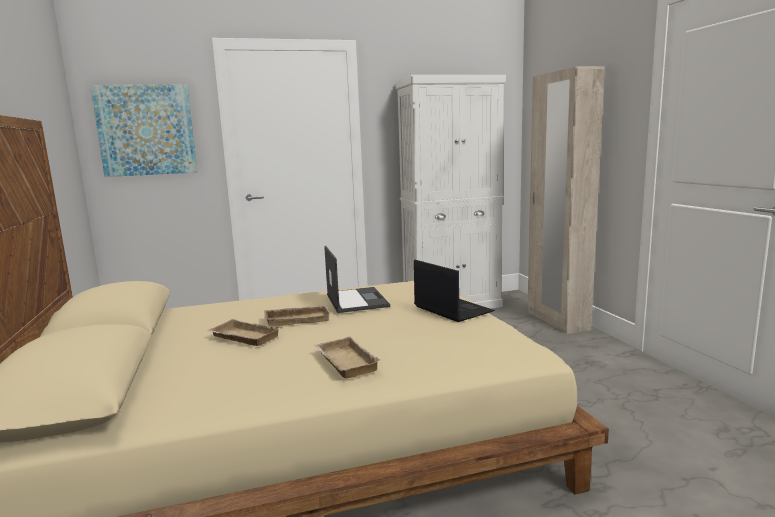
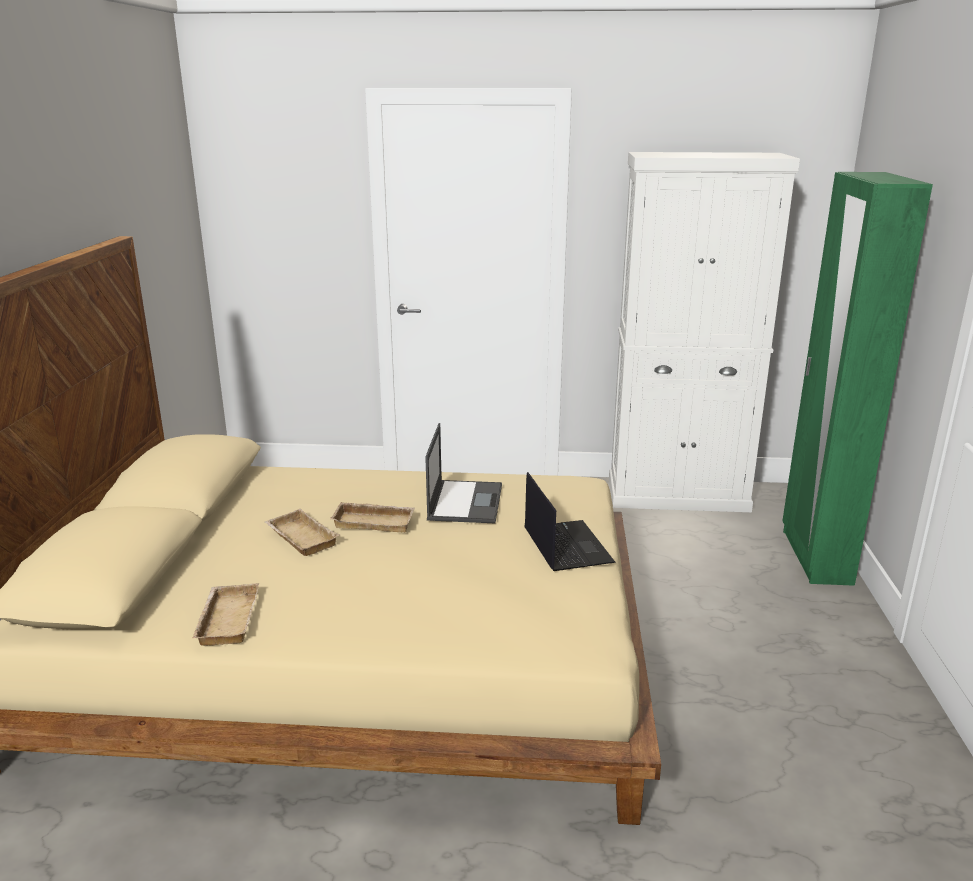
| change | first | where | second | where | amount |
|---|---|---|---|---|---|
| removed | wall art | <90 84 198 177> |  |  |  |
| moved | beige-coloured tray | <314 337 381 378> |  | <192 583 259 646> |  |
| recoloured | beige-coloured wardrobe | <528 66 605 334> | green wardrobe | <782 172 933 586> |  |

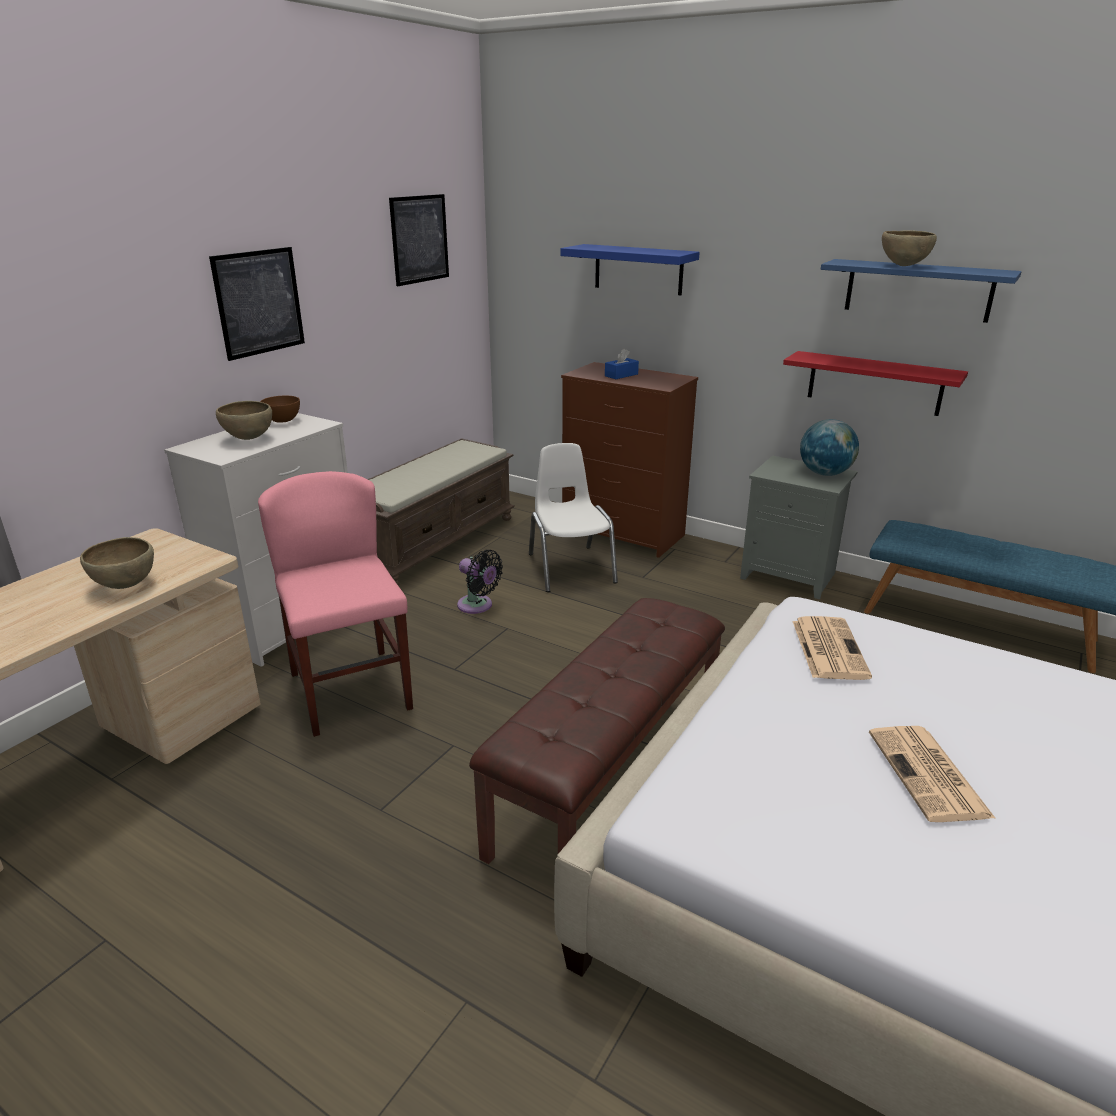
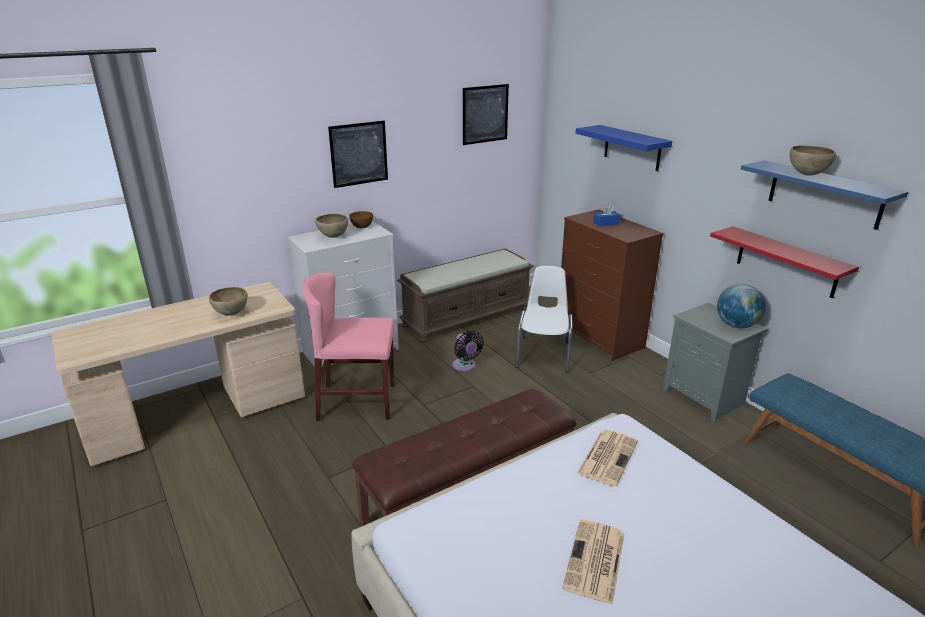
| change | first | where | second | where | amount |
|---|---|---|---|---|---|
| turned | pinkish upright chair | <258 471 413 737> |  | <302 272 395 421> | 90 degrees counterclockwise |

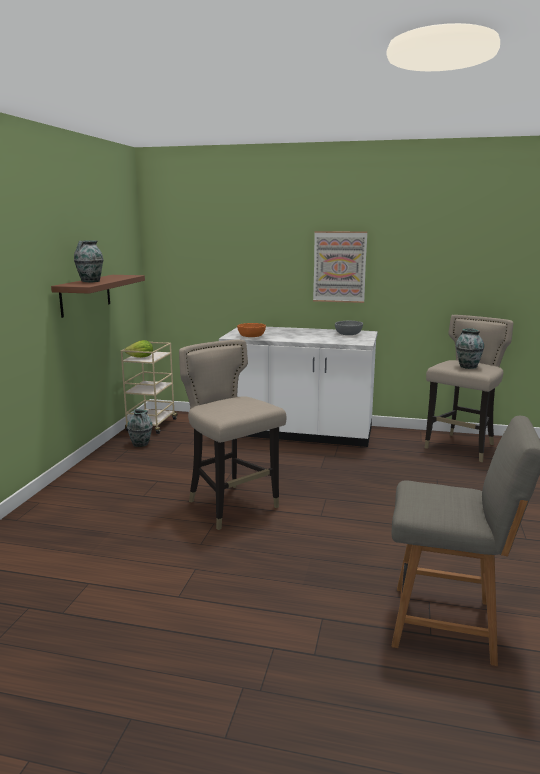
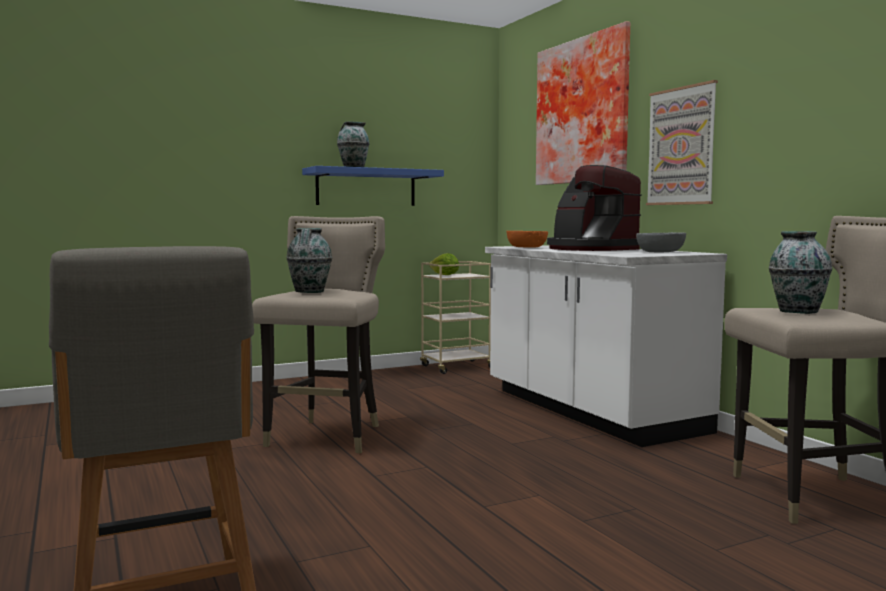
| change | first | where | second | where | amount |
|---|---|---|---|---|---|
| recoloured | brown wall shelf | <51 275 145 318> | blue wall shelf | <302 166 444 206> |  |
| moved | vase | <127 409 153 447> |  | <286 228 332 293> |  |
| added |  |  | wall art | <536 21 630 185> |  |
| added |  |  | coffee machine | <547 165 642 251> |  |

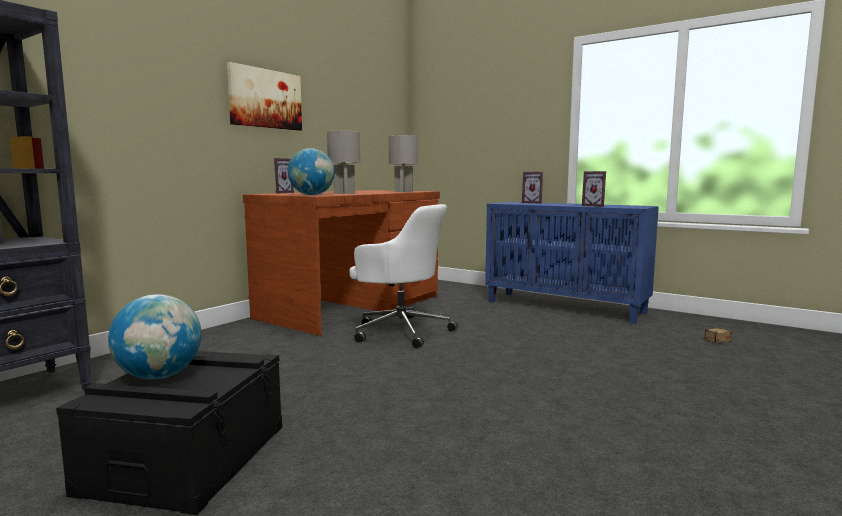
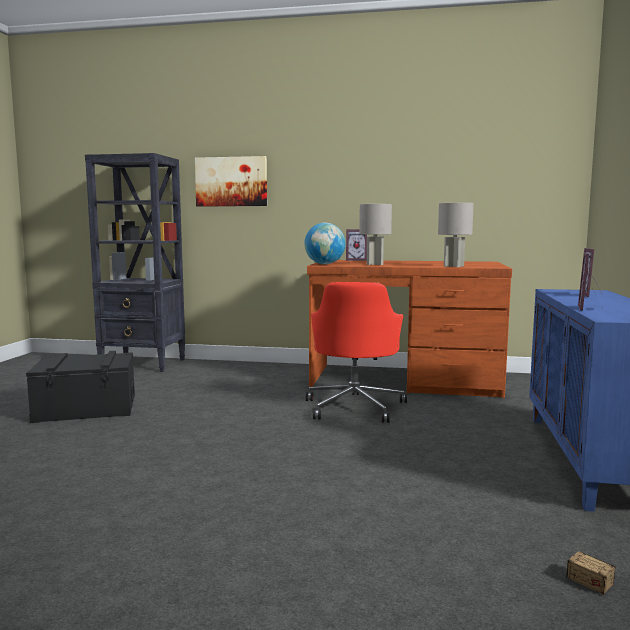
| change | first | where | second | where | amount |
|---|---|---|---|---|---|
| removed | world globe | <108 294 202 379> |  |  |  |
| moved | wall art | <227 62 302 131> |  | <195 156 267 206> |  |
| recoloured | white-coloured computer chair | <349 204 458 348> | reddish computer chair | <306 282 407 423> |  |

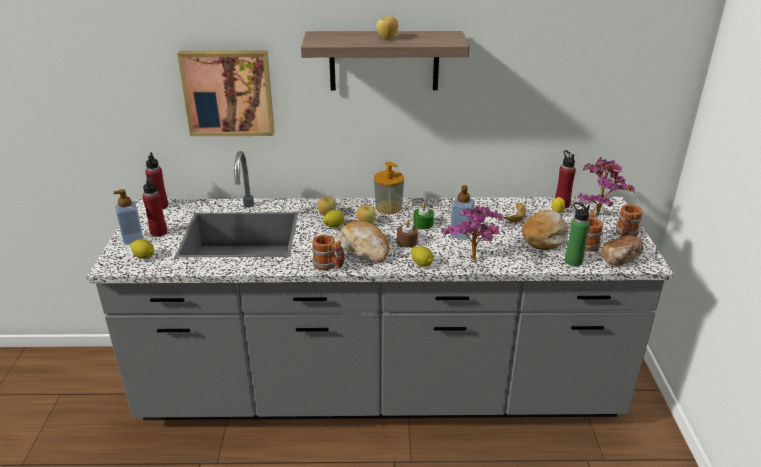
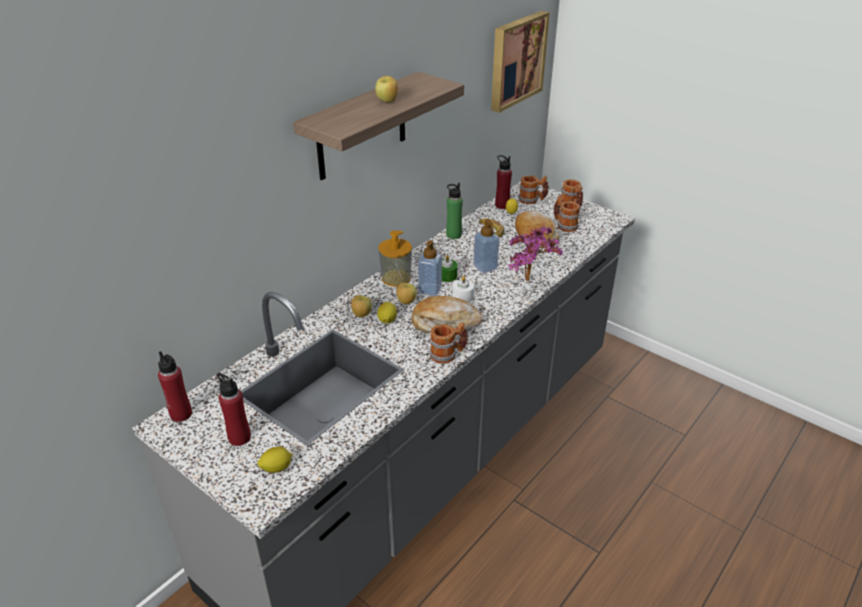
| change | first | where | second | where | amount |
|---|---|---|---|---|---|
| moved | soap dispenser | <114 189 144 245> |  | <418 240 442 296> |  |
| moved | wall art | <177 50 275 136> |  | <491 11 550 113> |  |
| recoloured | brown wax candle | <397 220 418 248> | white-coloured wax candle | <452 276 474 302> |  |
| removed | lemon | <411 246 433 266> |  |  |  |
| moved | green drink bottle | <565 202 590 266> |  | <446 183 463 239> |  |
| replaced | houseplant | <578 157 635 216> | mug | <518 176 549 204> |  |
| removed | bread | <601 235 644 266> |  |  |  |

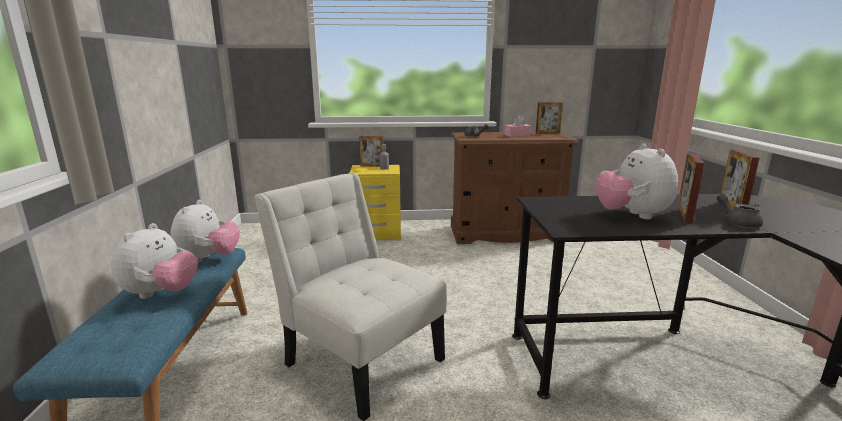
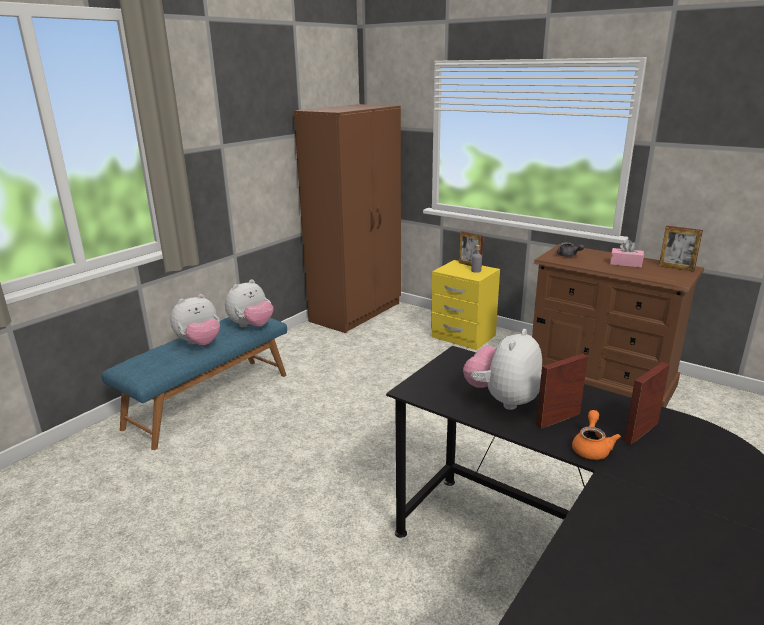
| change | first | where | second | where | amount |
|---|---|---|---|---|---|
| removed | white-coloured upright chair | <254 173 447 421> |  |  |  |
| recoloured | grey tea pot | <717 194 763 228> | orange-coloured tea pot | <572 410 621 460> |  |
| added |  |  | brown wardrobe | <294 104 401 333> |  |

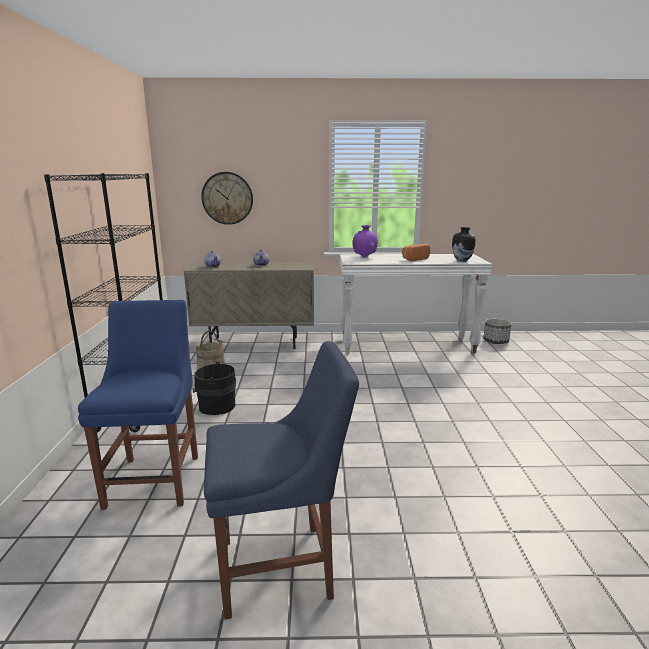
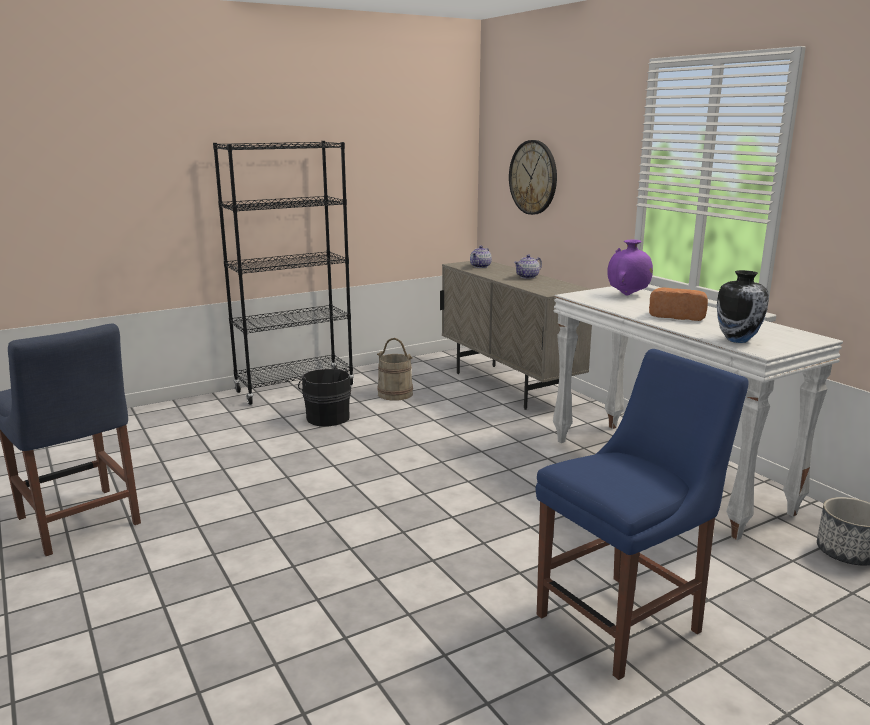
| change | first | where | second | where | amount |
|---|---|---|---|---|---|
| moved | blue upright chair | <78 300 198 510> |  | <536 349 749 680> |  |

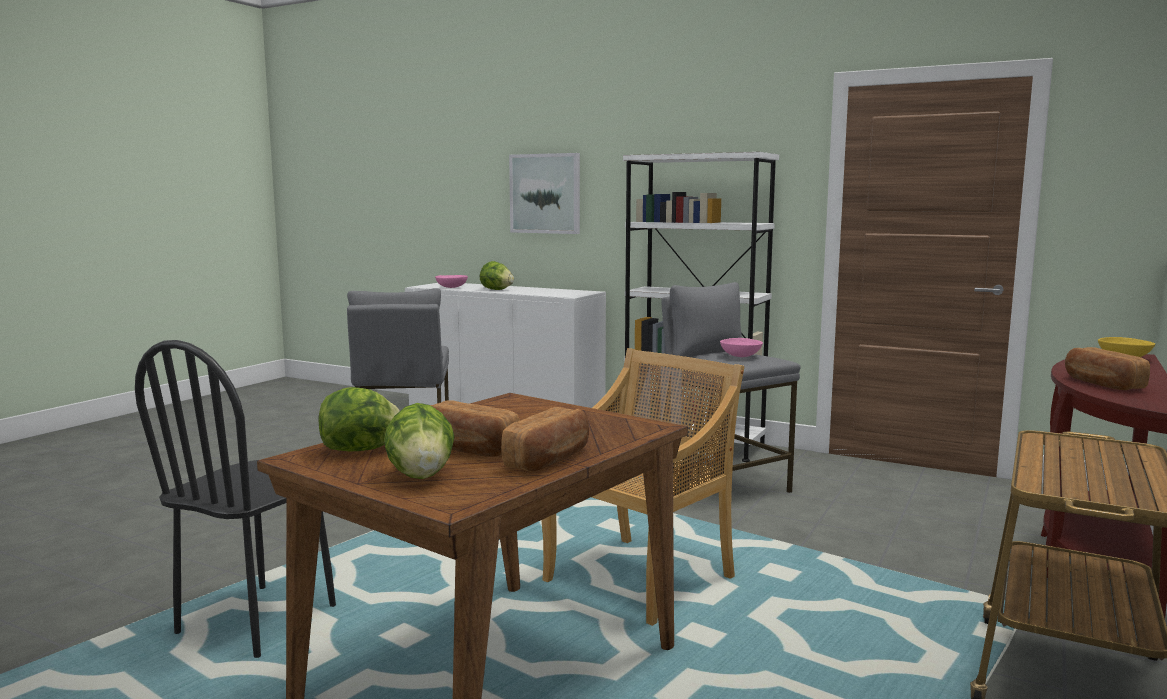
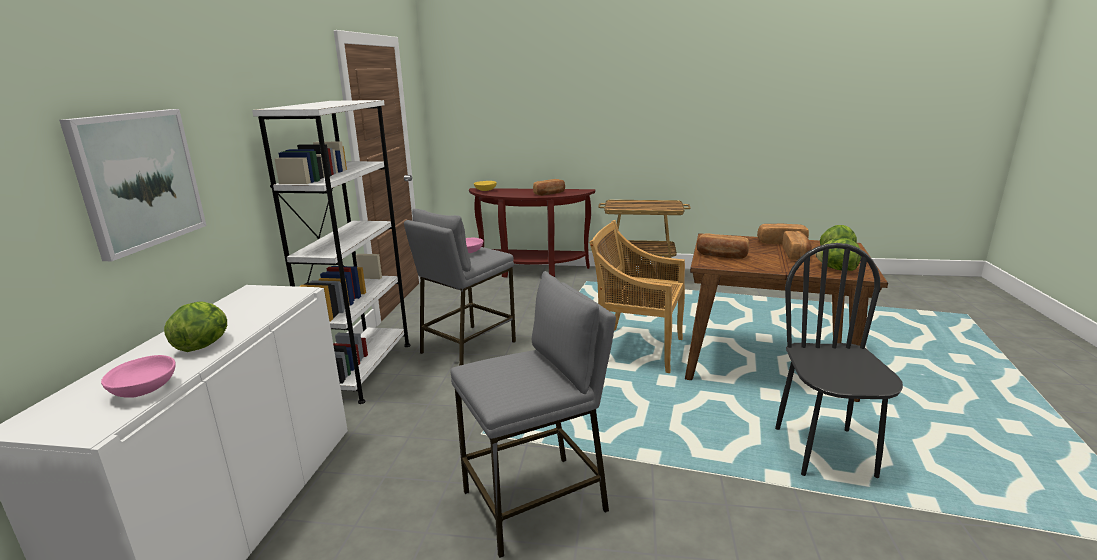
| change | first | where | second | where | amount |
|---|---|---|---|---|---|
| turned | blackish upright chair | <135 340 336 658> |  | <775 243 903 478> | 90 degrees counterclockwise |
| added |  |  | bread | <697 233 749 259> |  |

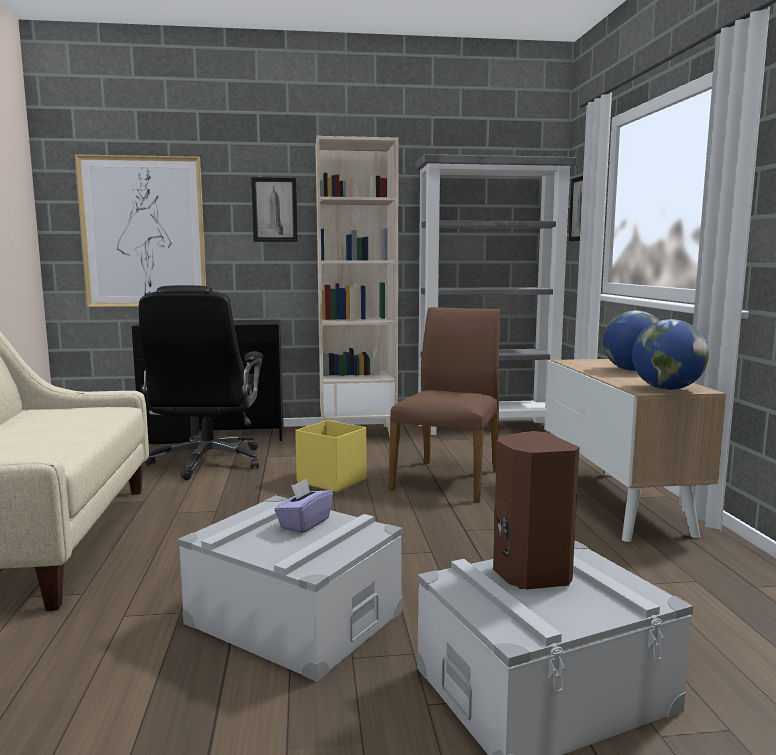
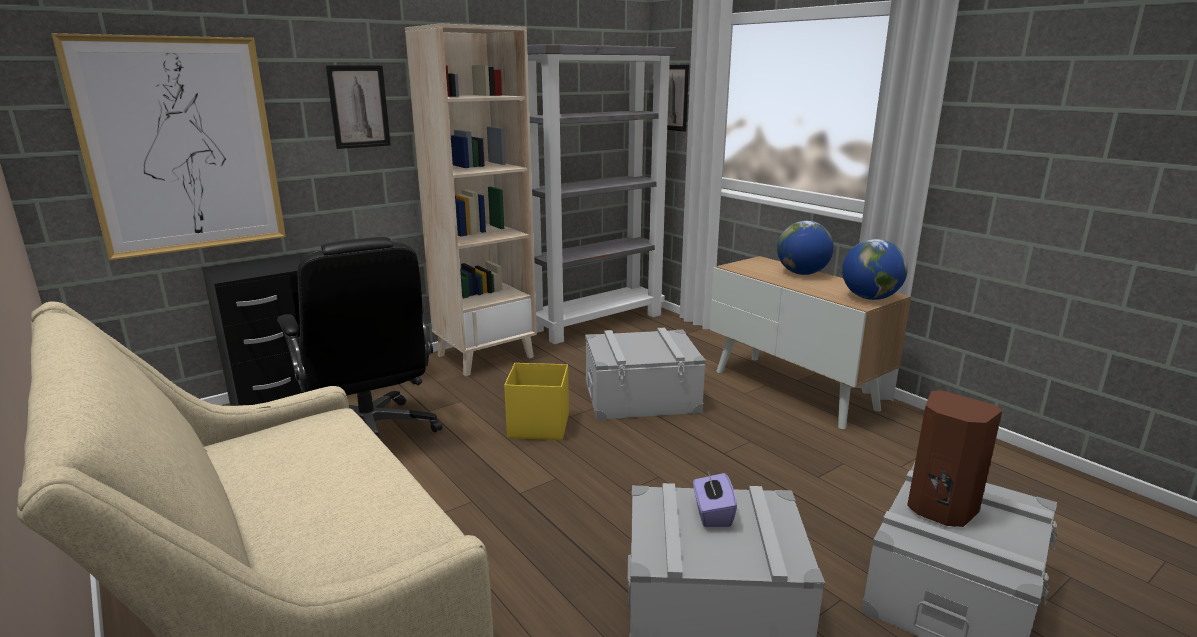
| change | first | where | second | where | amount |
|---|---|---|---|---|---|
| replaced | brown upright chair | <389 307 501 503> | grey storage container | <585 328 706 420> |  |

